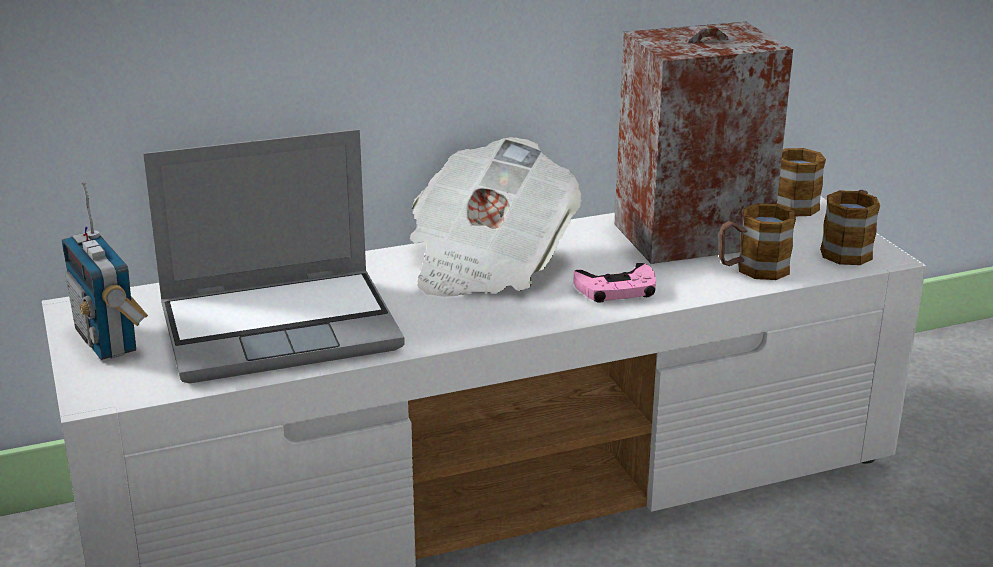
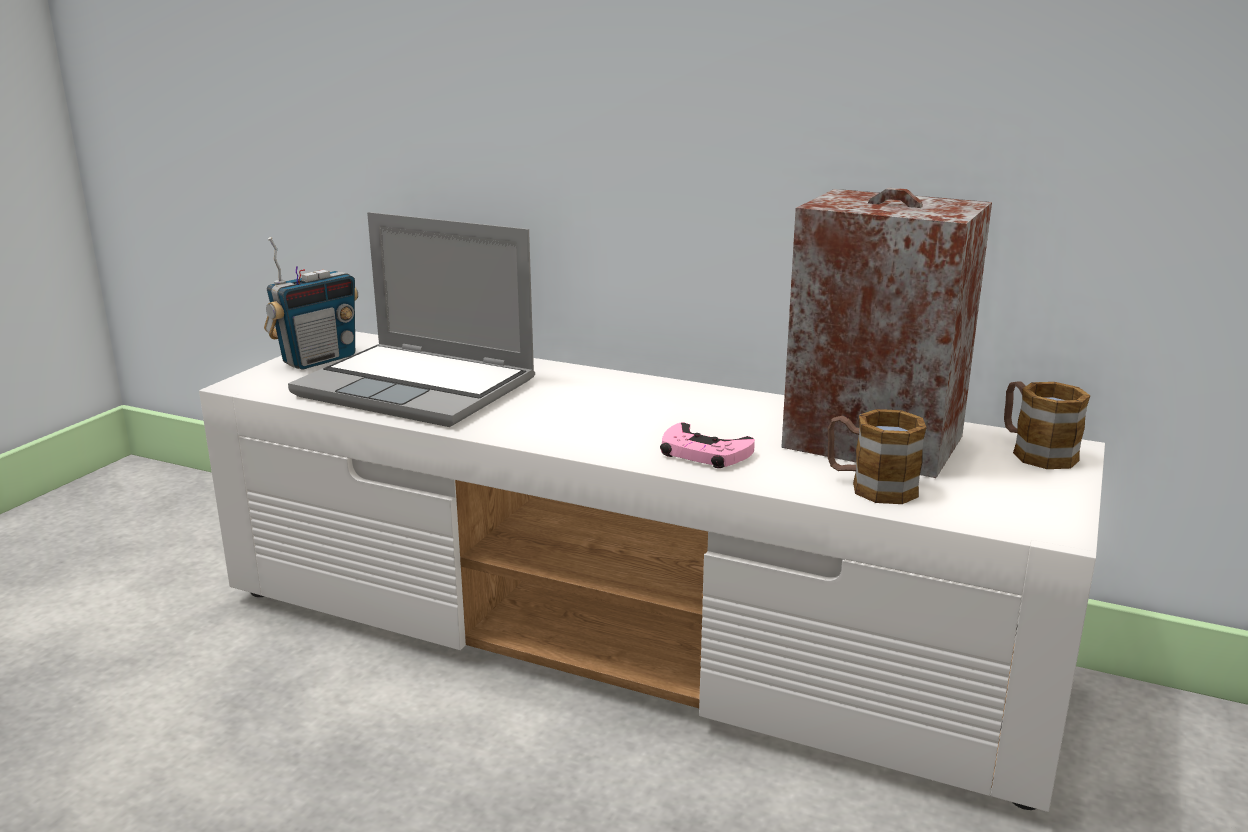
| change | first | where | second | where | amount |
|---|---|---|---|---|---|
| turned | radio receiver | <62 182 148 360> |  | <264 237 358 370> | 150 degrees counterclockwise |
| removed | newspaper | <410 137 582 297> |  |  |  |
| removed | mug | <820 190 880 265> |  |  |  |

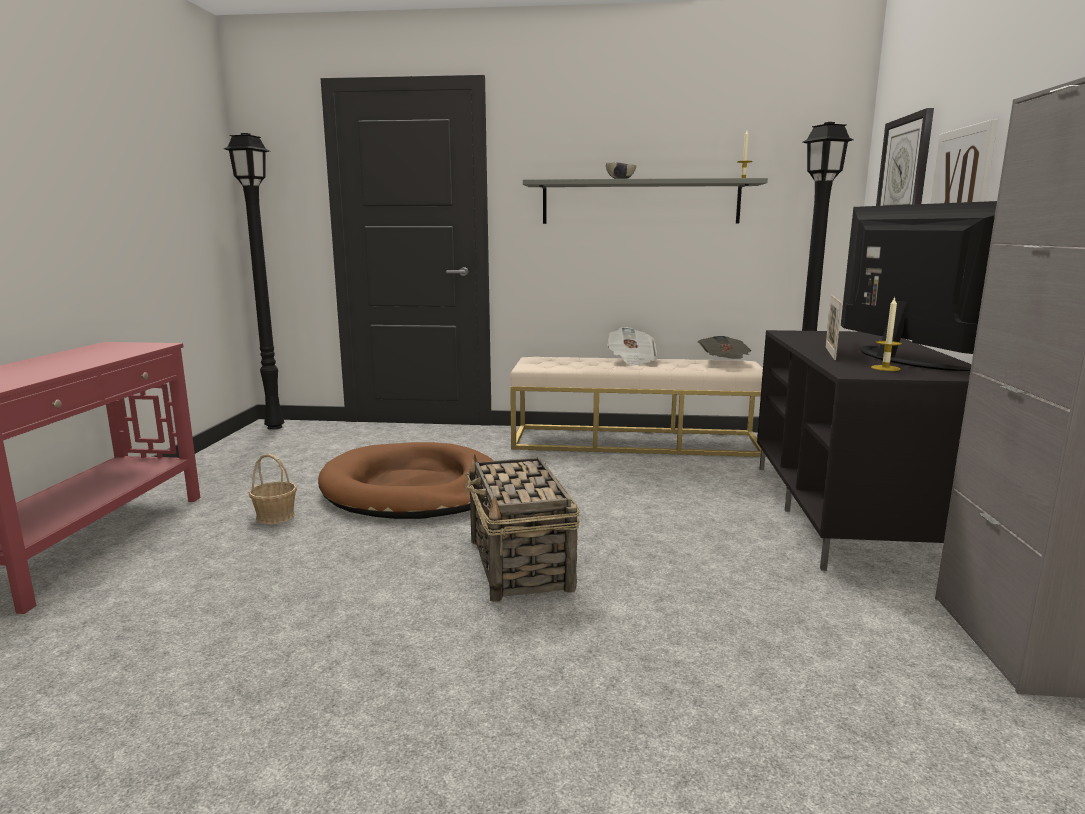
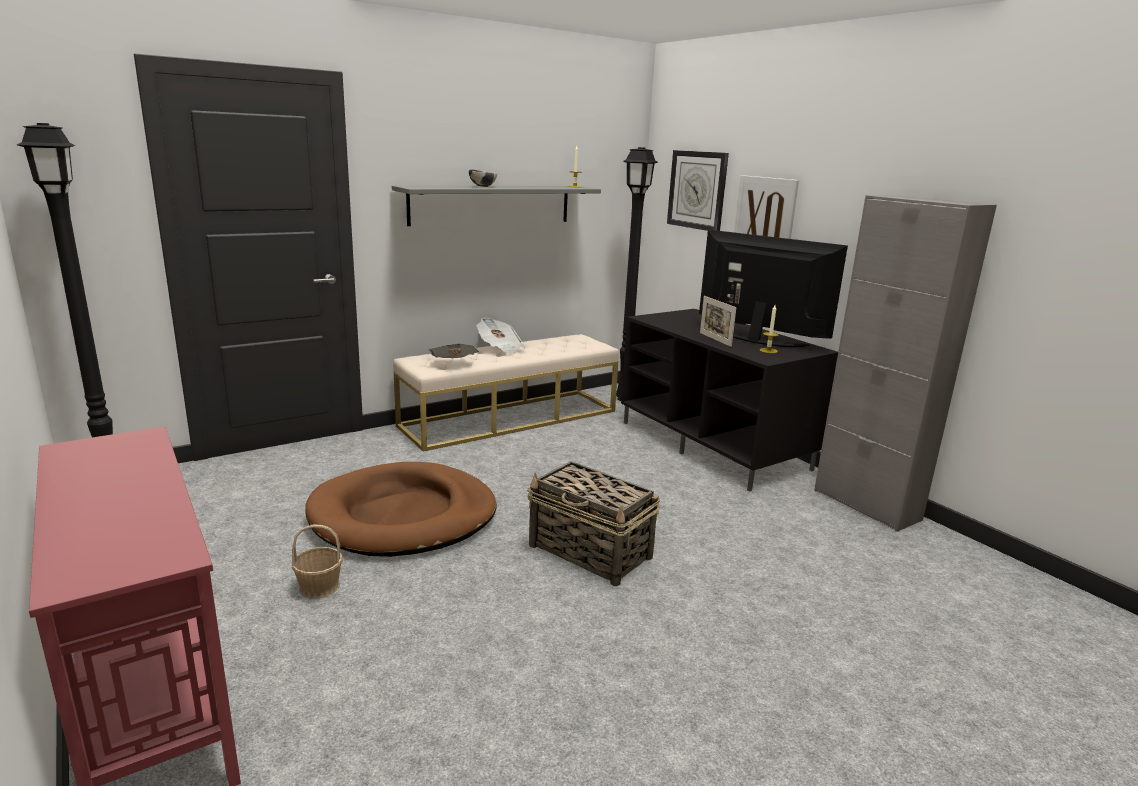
| change | first | where | second | where | amount |
|---|---|---|---|---|---|
| moved | newspaper | <698 336 751 359> |  | <428 344 479 358> |  |

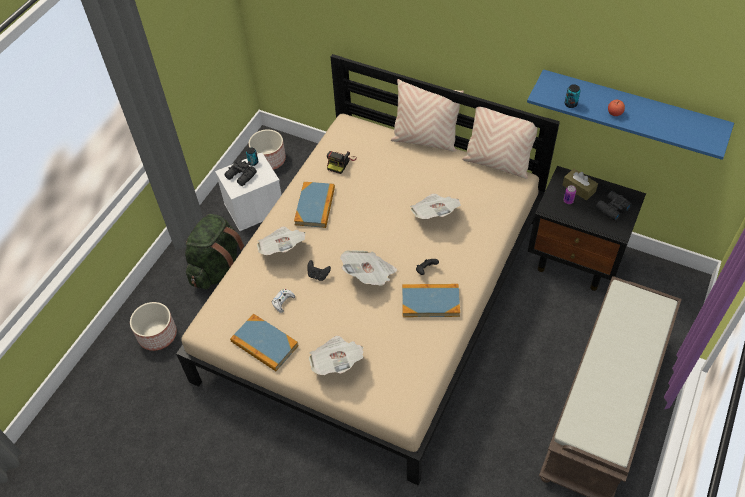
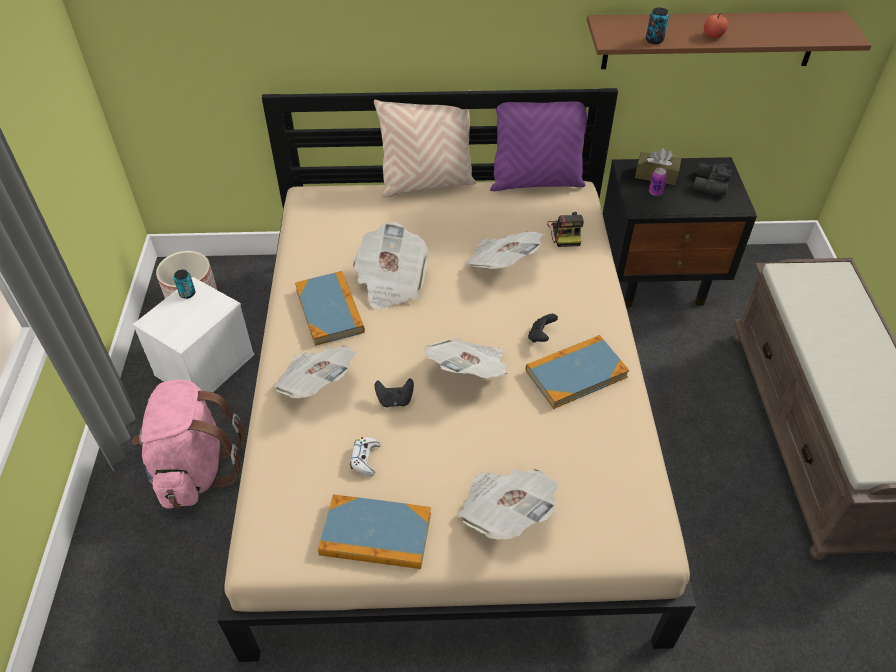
| change | first | where | second | where | amount |
|---|---|---|---|---|---|
| removed | flower pot | <130 302 177 351> |  |  |  |
| recoloured | green knapsack | <185 214 245 289> | pinkish knapsack | <132 379 245 509> |  |
| removed | blackish field glasses | <224 159 257 186> |  |  |  |
| moved | photo camera | <327 151 357 174> |  | <547 212 584 247> |  |
| recoloured | beige-coloured cushion | <462 107 537 179> | purple-coloured cushion | <490 101 587 191> |  |
| recoloured | blue wall shelf | <527 69 734 160> | brown wall shelf | <587 11 872 69> |  |
| added |  |  | newspaper | <353 222 429 309> |  |

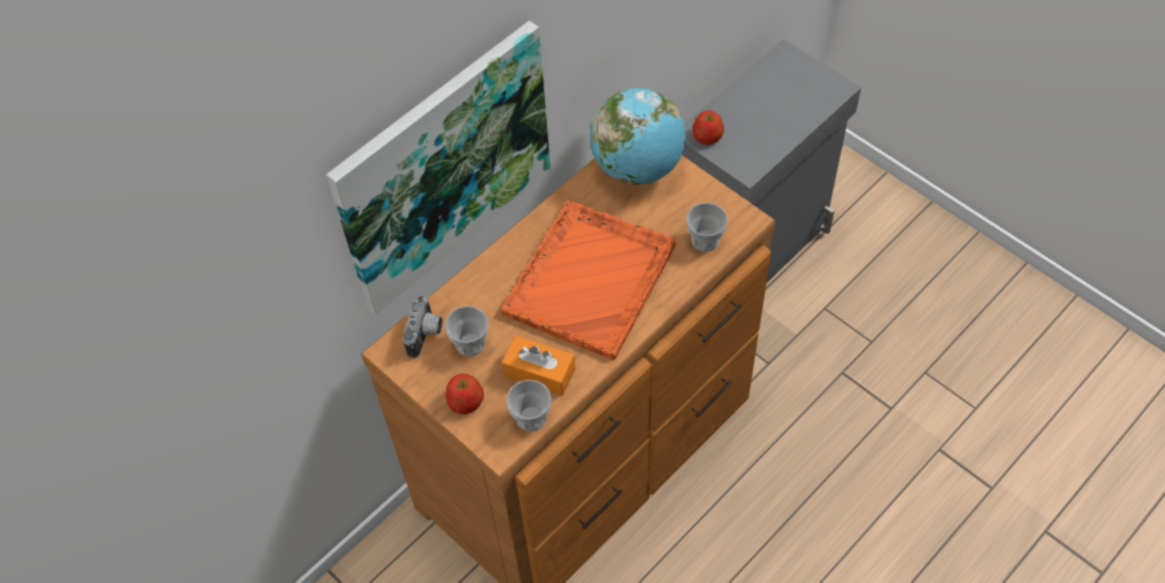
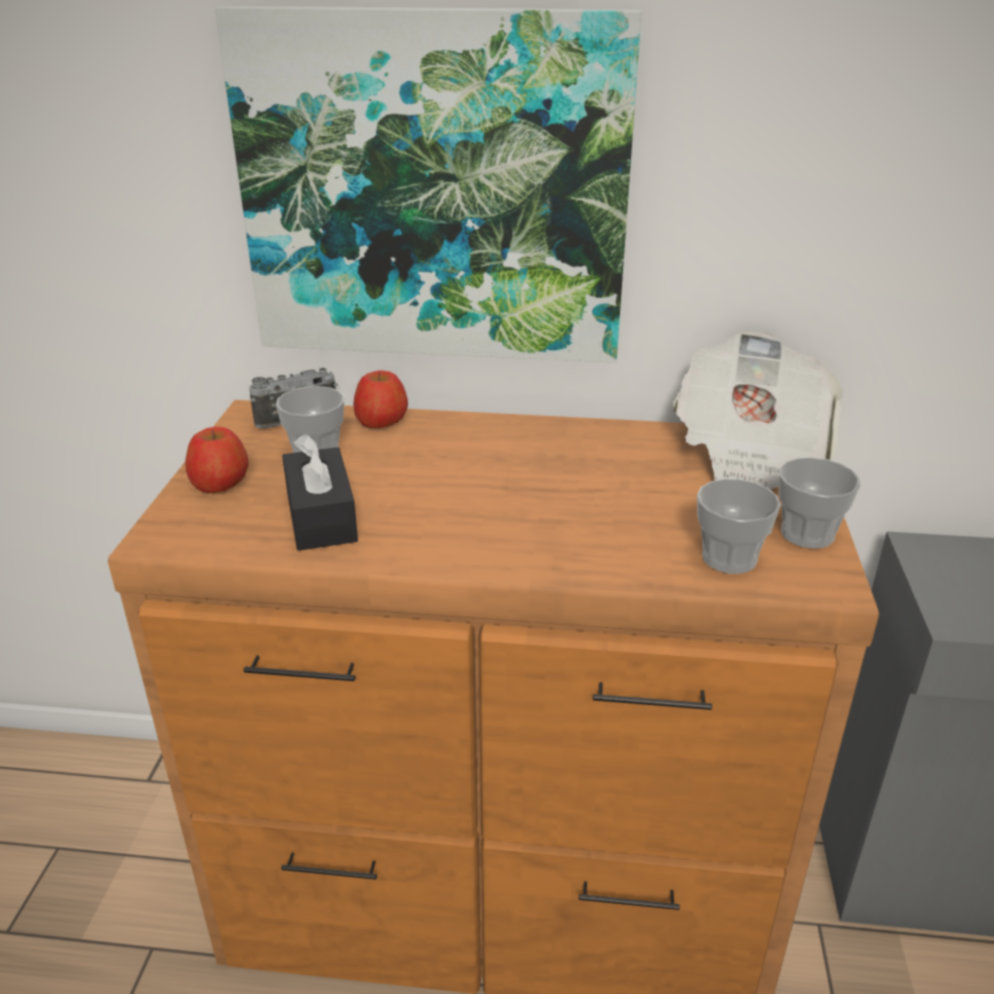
| change | first | where | second | where | amount |
|---|---|---|---|---|---|
| removed | orange-coloured tray | <501 200 675 360> |  |  |  |
| recoloured | orange-coloured box of tissues | <502 335 575 396> | blackish box of tissues | <282 433 358 551> |  |
| moved | cup | <506 380 552 431> |  | <779 457 860 549> |  |
| replaced | world globe | <590 88 686 185> | newspaper | <674 331 843 490> |  |
| moved | apple fruit | <693 110 724 145> |  | <353 371 408 428> |  |

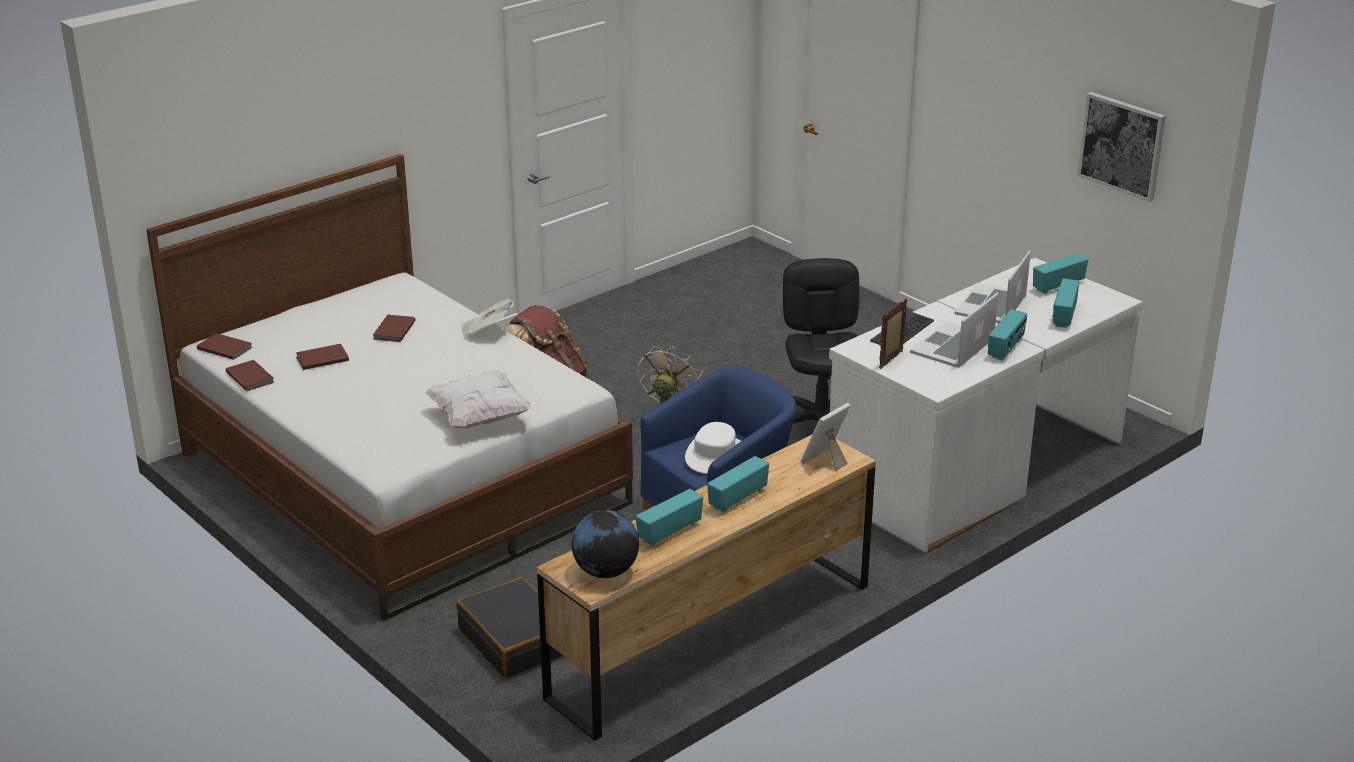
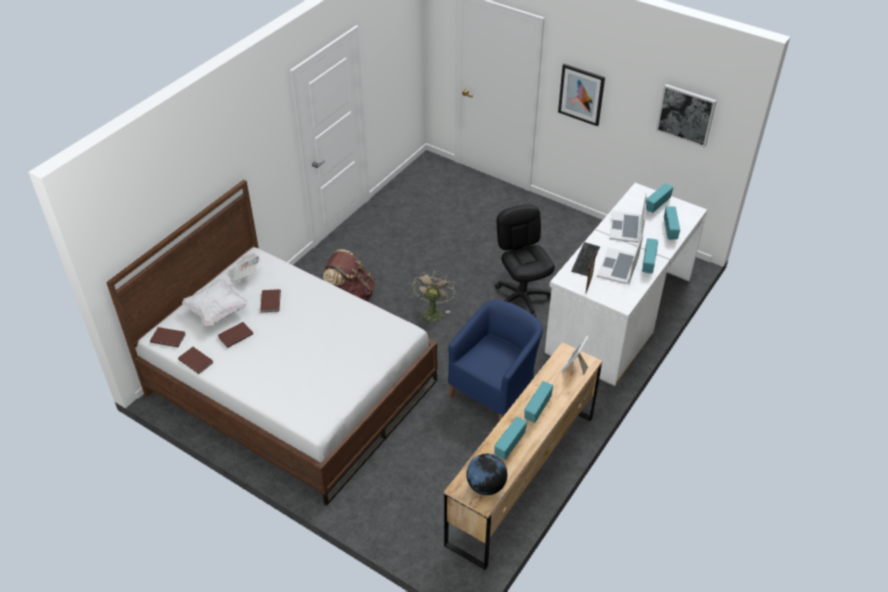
| change | first | where | second | where | amount |
|---|---|---|---|---|---|
| moved | white-coloured cushion | <425 370 532 429> |  | <182 279 248 326> |  |
| removed | blackish piece of luggage | <456 577 563 678> |  |  |  |
| moved | newspaper | <461 299 514 336> |  | <227 253 260 283> |  |
| removed | white-coloured wearable hat | <685 422 741 474> |  |  |  |
| added |  |  | wall art | <558 64 605 126> |  |

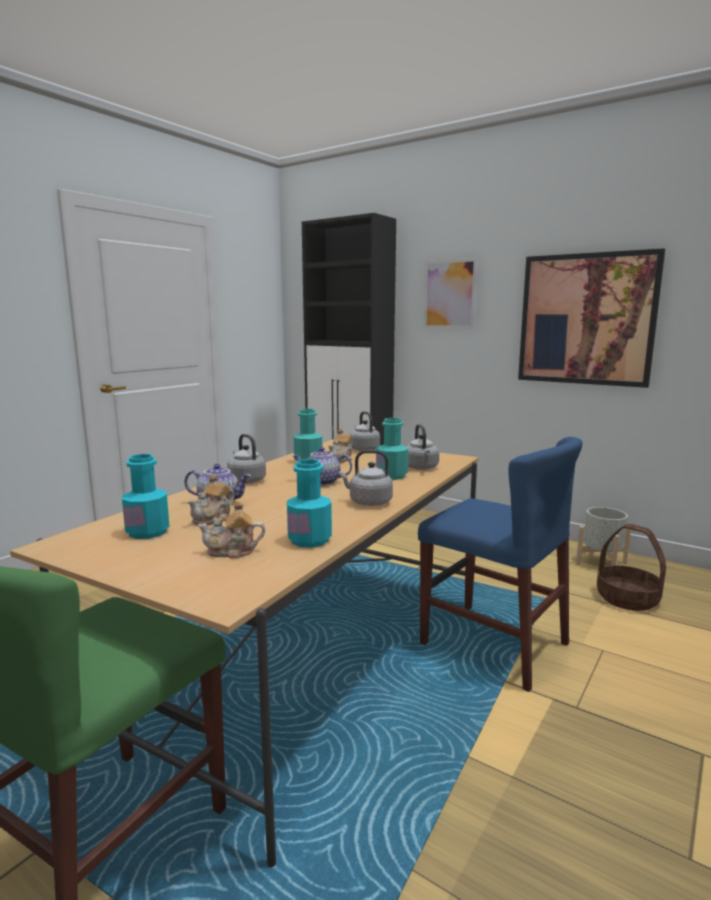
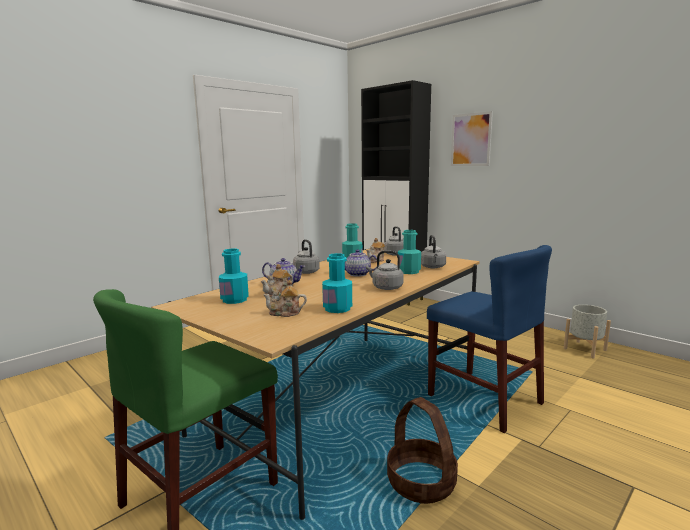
| change | first | where | second | where | amount |
|---|---|---|---|---|---|
| removed | wall art | <518 248 665 388> |  |  |  |
| moved | household basket | <597 524 666 611> |  | <387 397 458 504> |  |

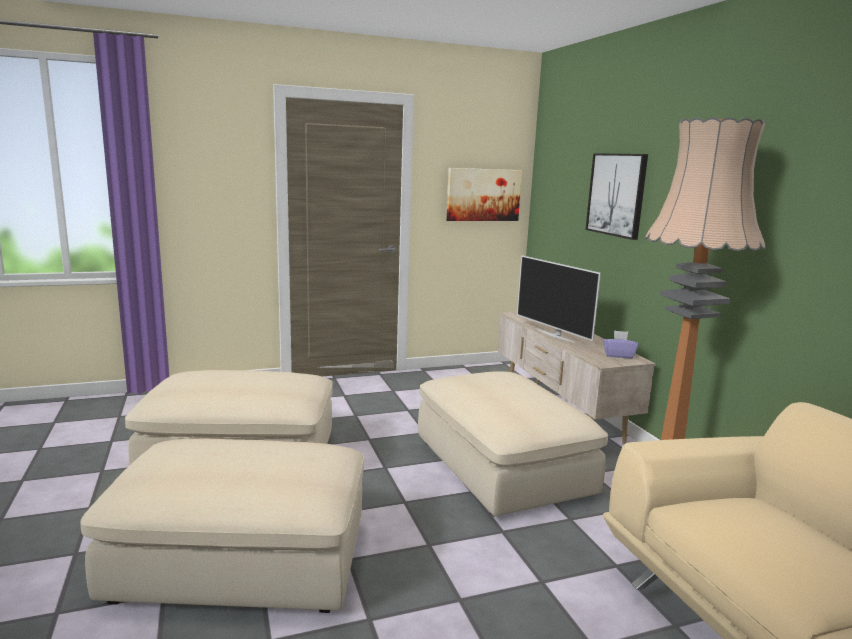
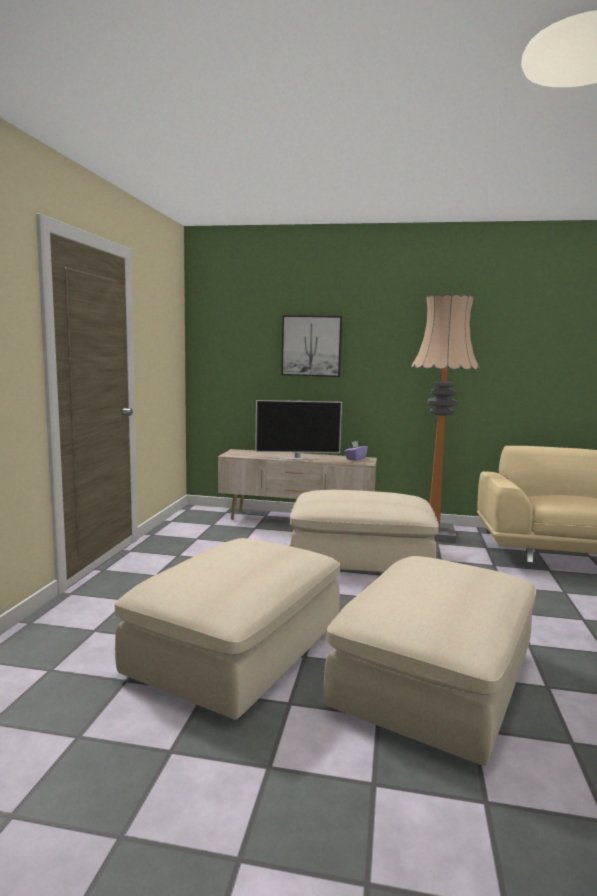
| change | first | where | second | where | amount |
|---|---|---|---|---|---|
| removed | wall art | <446 168 522 221> |  |  |  |

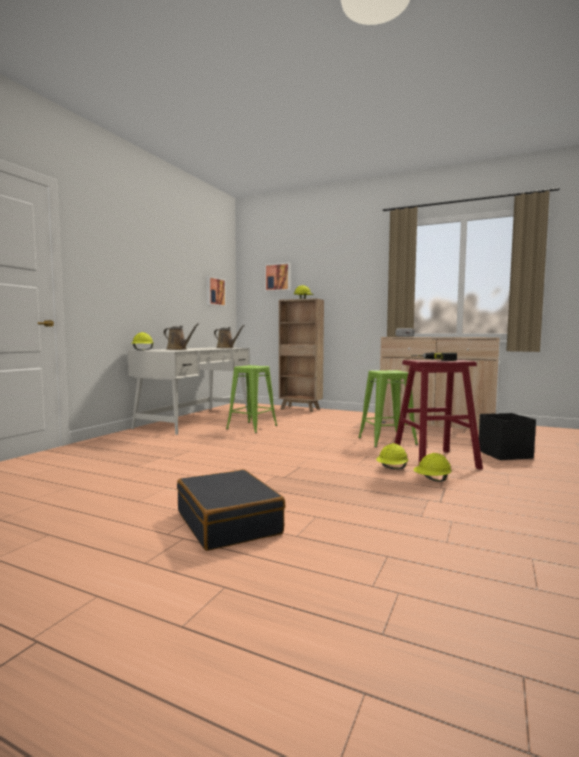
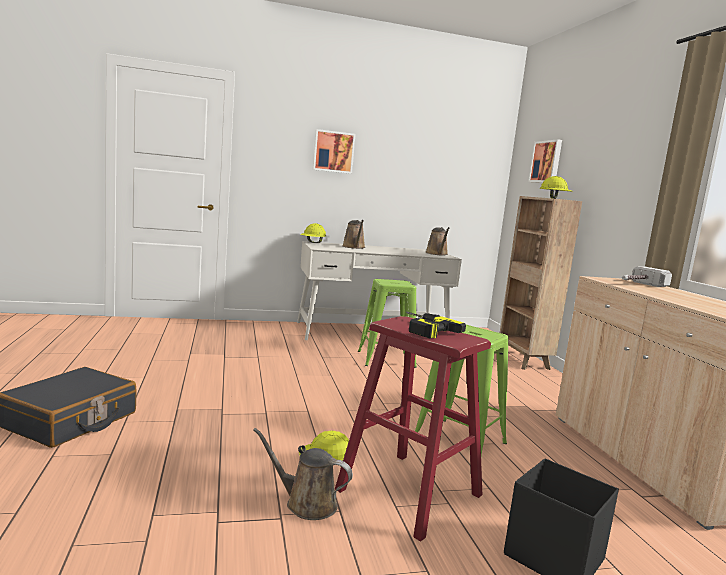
| change | first | where | second | where | amount |
|---|---|---|---|---|---|
| moved | wall art | <206 276 226 307> |  | <313 129 356 174> |  |
| replaced | yellow work helmet | <413 453 452 482> | brown watering can | <253 428 353 520> |  |

